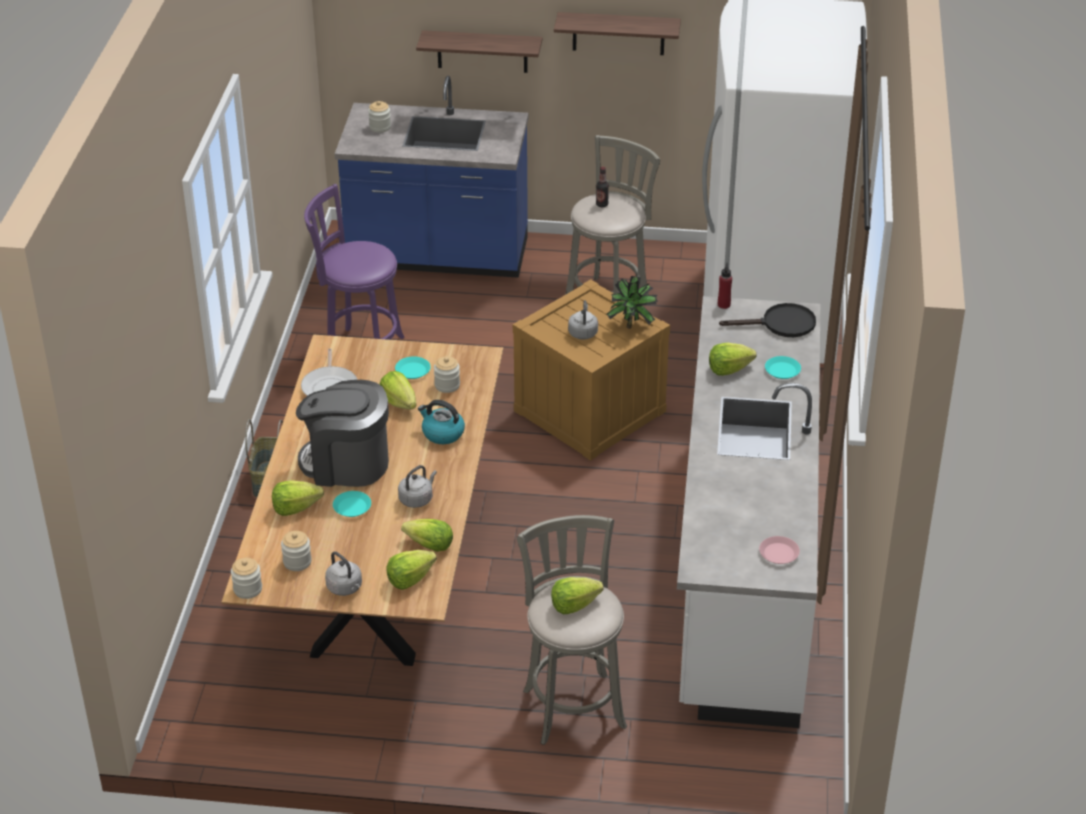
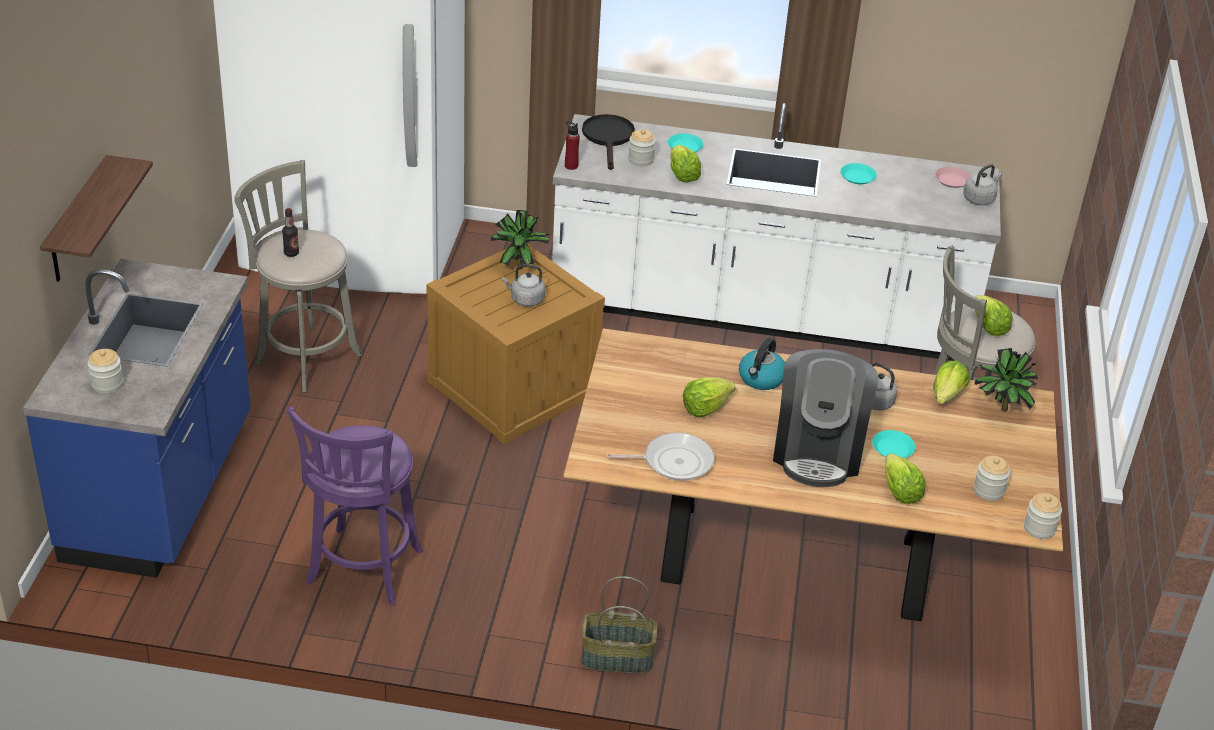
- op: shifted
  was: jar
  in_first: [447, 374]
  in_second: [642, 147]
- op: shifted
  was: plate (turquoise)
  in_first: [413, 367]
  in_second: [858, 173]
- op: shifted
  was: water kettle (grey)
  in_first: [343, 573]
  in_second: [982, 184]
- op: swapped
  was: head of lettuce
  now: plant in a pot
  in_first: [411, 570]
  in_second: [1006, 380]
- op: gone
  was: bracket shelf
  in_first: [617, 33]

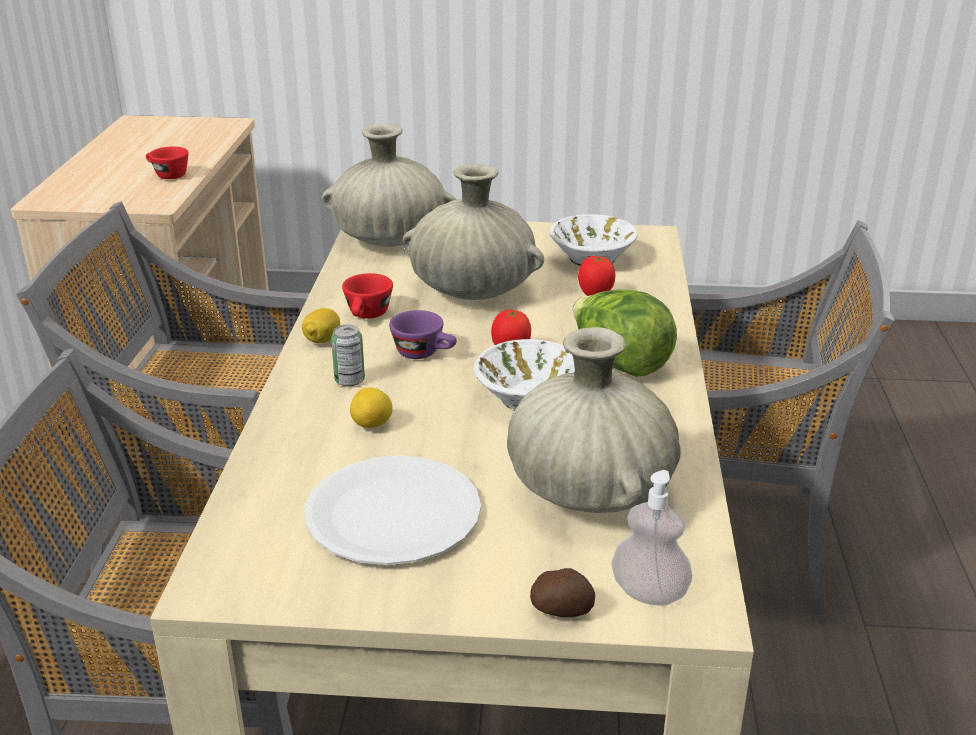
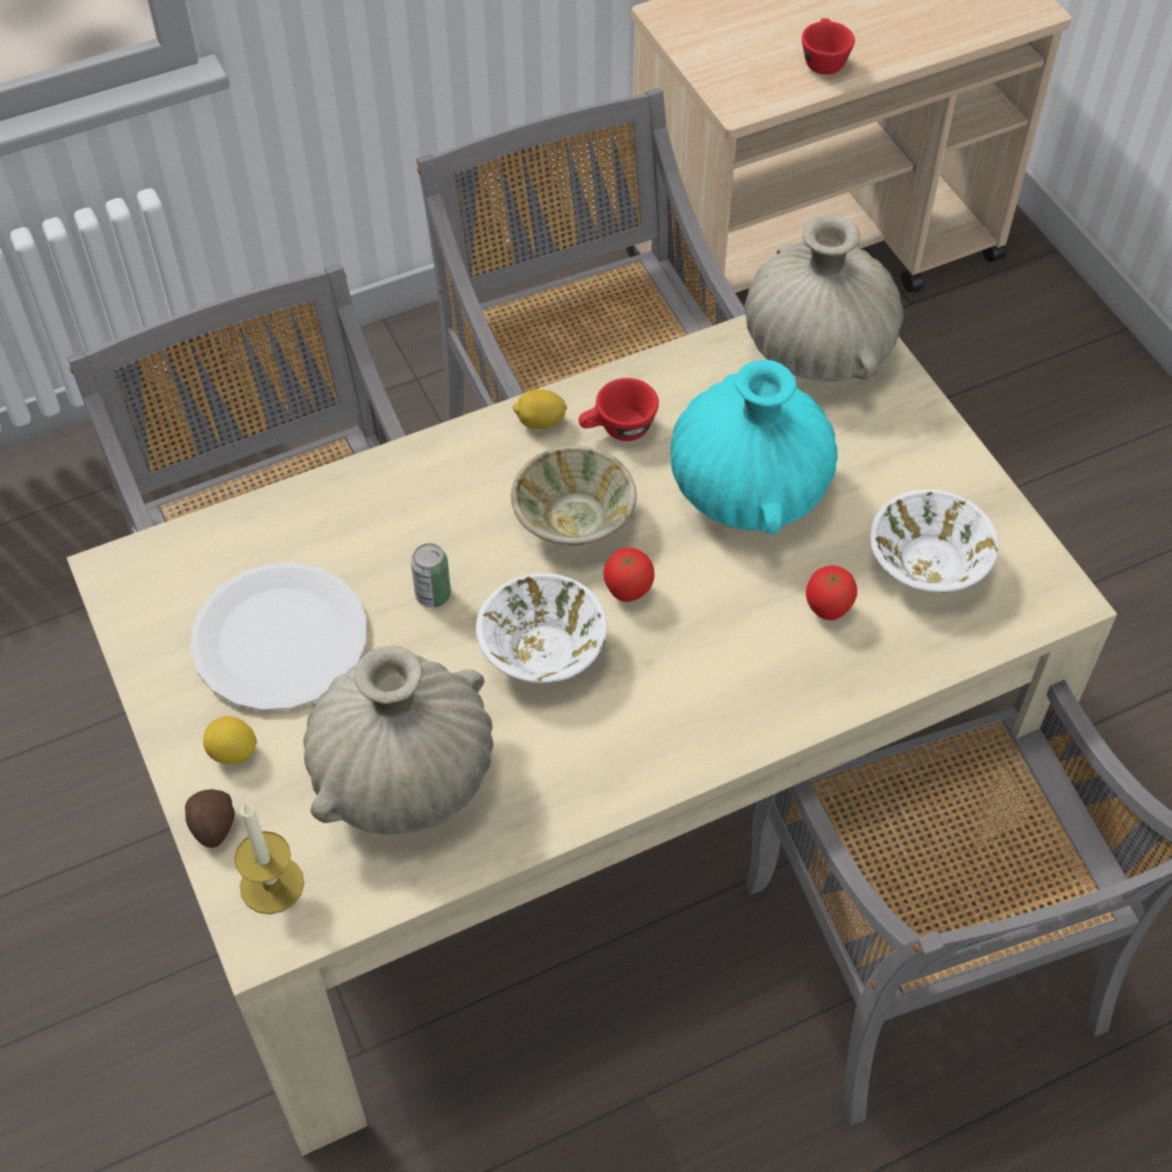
- op: shifted
  was: whole lemon
  in_first: [371, 407]
  in_second: [230, 740]
- op: swapped
  was: liquid soap bottle
  now: wax light
  in_first: [651, 538]
  in_second: [269, 858]
- op: shifted
  was: metal can
  in_first: [348, 355]
  in_second: [431, 575]
- op: swapped
  was: cup (purplish)
  now: deep dish (beige-coloured)
  in_first: [423, 334]
  in_second: [574, 495]
- op: repainted
  was: flower vase (beige-coloured)
  now: flower vase (turquoise)
  in_first: [473, 232]
  in_second: [754, 447]
- op: gone
  was: head of lettuce
  in_first: [625, 333]

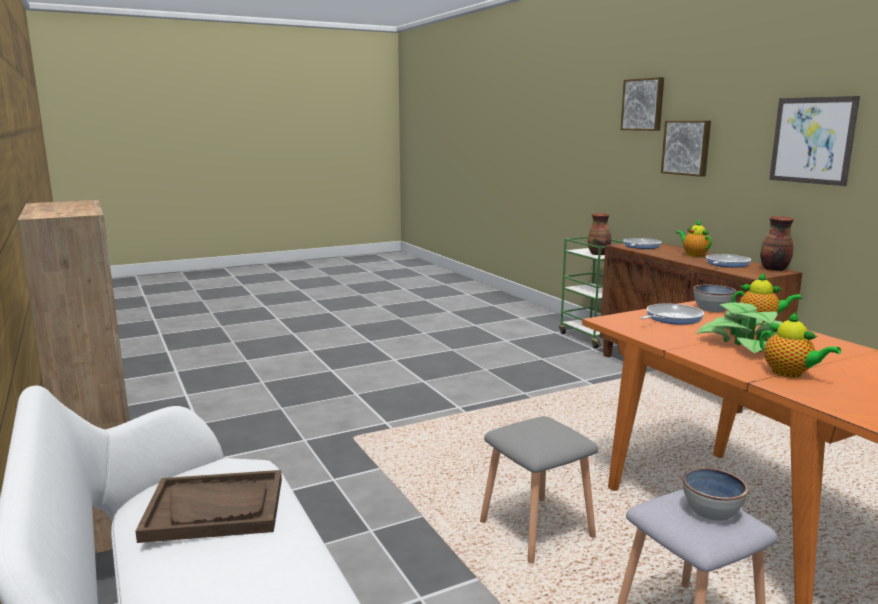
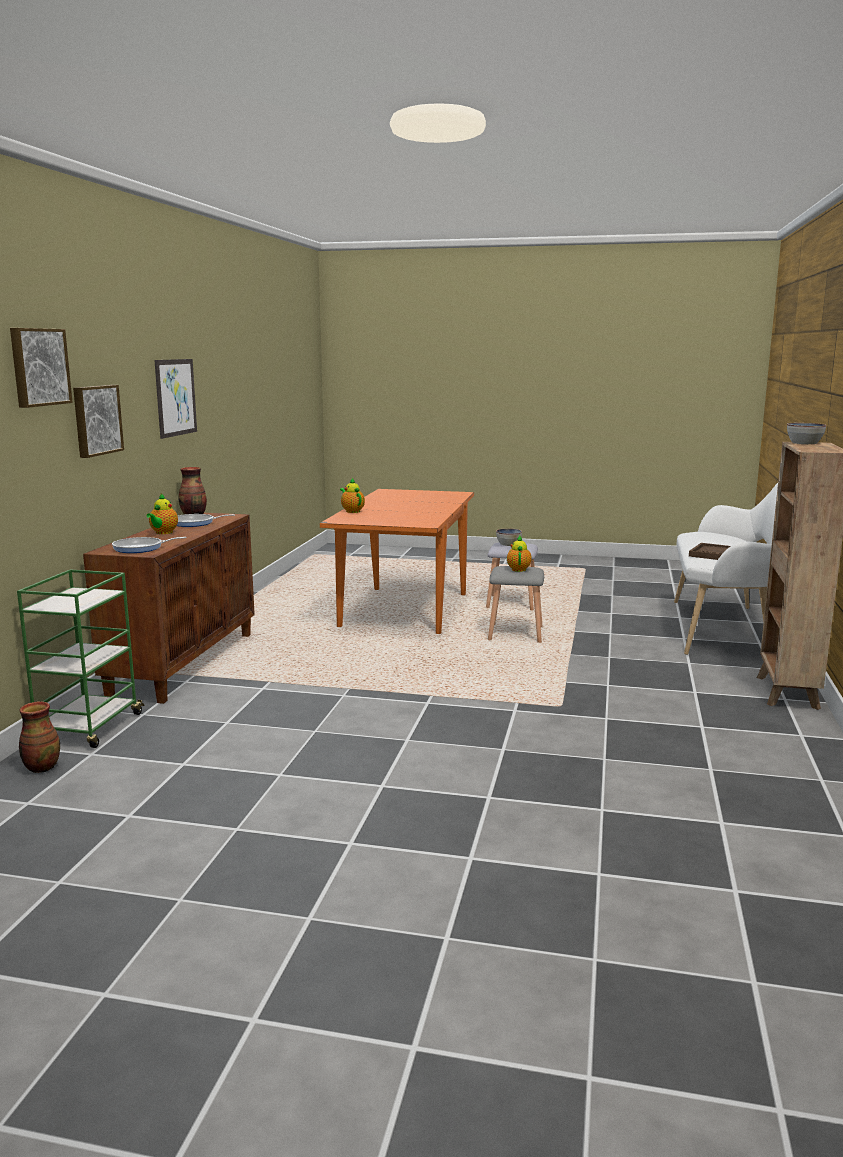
- op: shifted
  was: flower vase
  in_first: [599, 234]
  in_second: [39, 737]
- op: shifted
  was: tea pot
  in_first: [800, 345]
  in_second: [519, 554]
- op: shifted
  was: deep dish
  in_first: [714, 298]
  in_second: [806, 433]
- op: gone
  was: frying pan
  in_first: [672, 314]
- op: gone
  was: plant in a pot
  in_first: [739, 328]

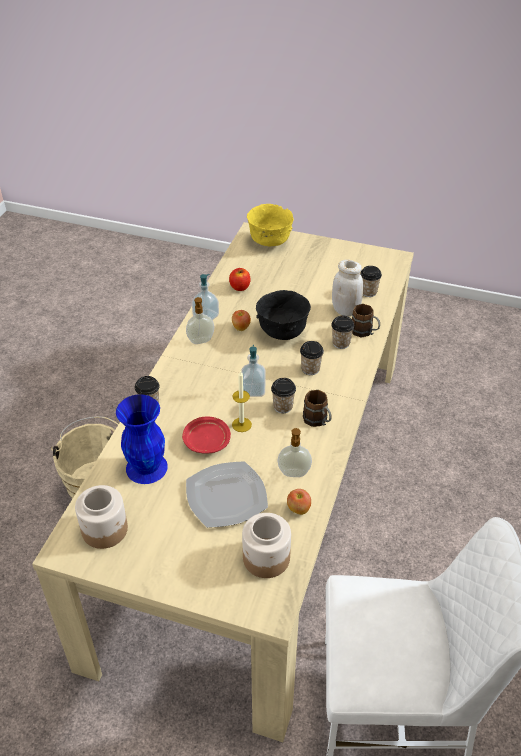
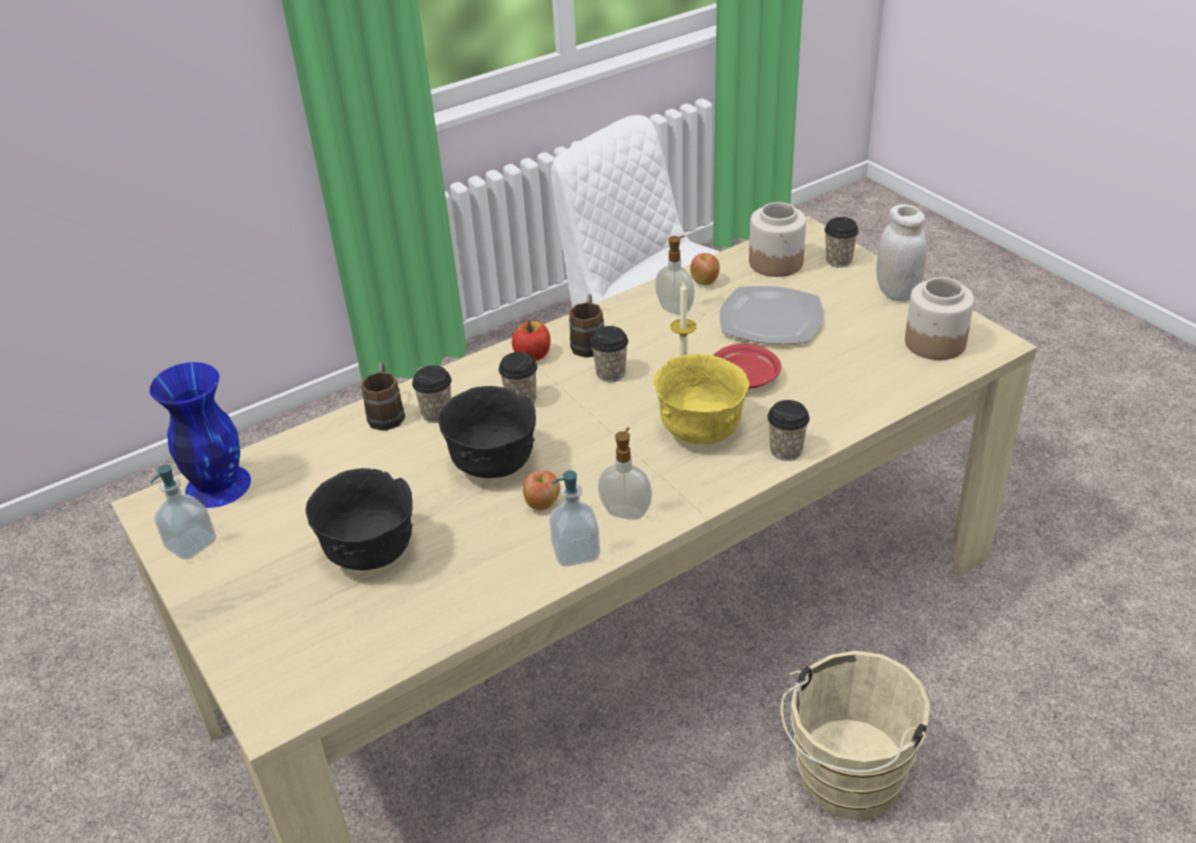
- op: shifted
  was: flower vase (blue-coloured)
  in_first: [142, 439]
  in_second: [200, 435]
- op: shifted
  was: liquid soap bottle
  in_first: [253, 371]
  in_second: [183, 512]
- op: new
  now: deep dish (black-coloured)
  in_second: [359, 519]
- op: shifted
  was: apple
  in_first: [239, 279]
  in_second: [531, 341]
- op: shifted
  was: deep dish (yellow-coloured)
  in_first: [270, 225]
  in_second: [701, 399]
- op: shifted
  was: cup
  in_first: [371, 281]
  in_second: [841, 242]
- op: shifted
  was: jar (white)
  in_first: [347, 288]
  in_second: [901, 252]

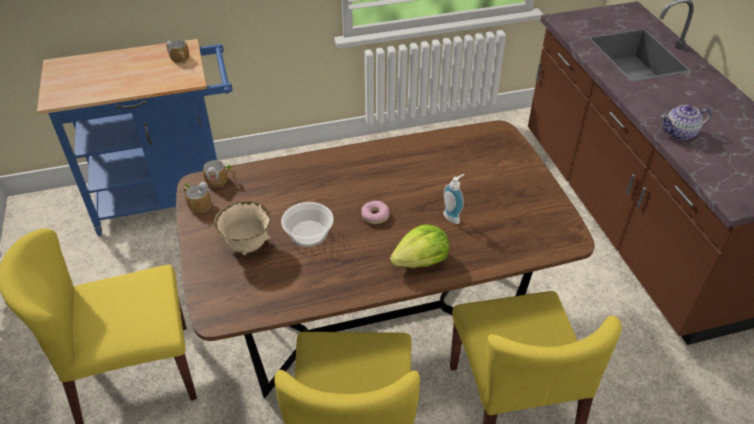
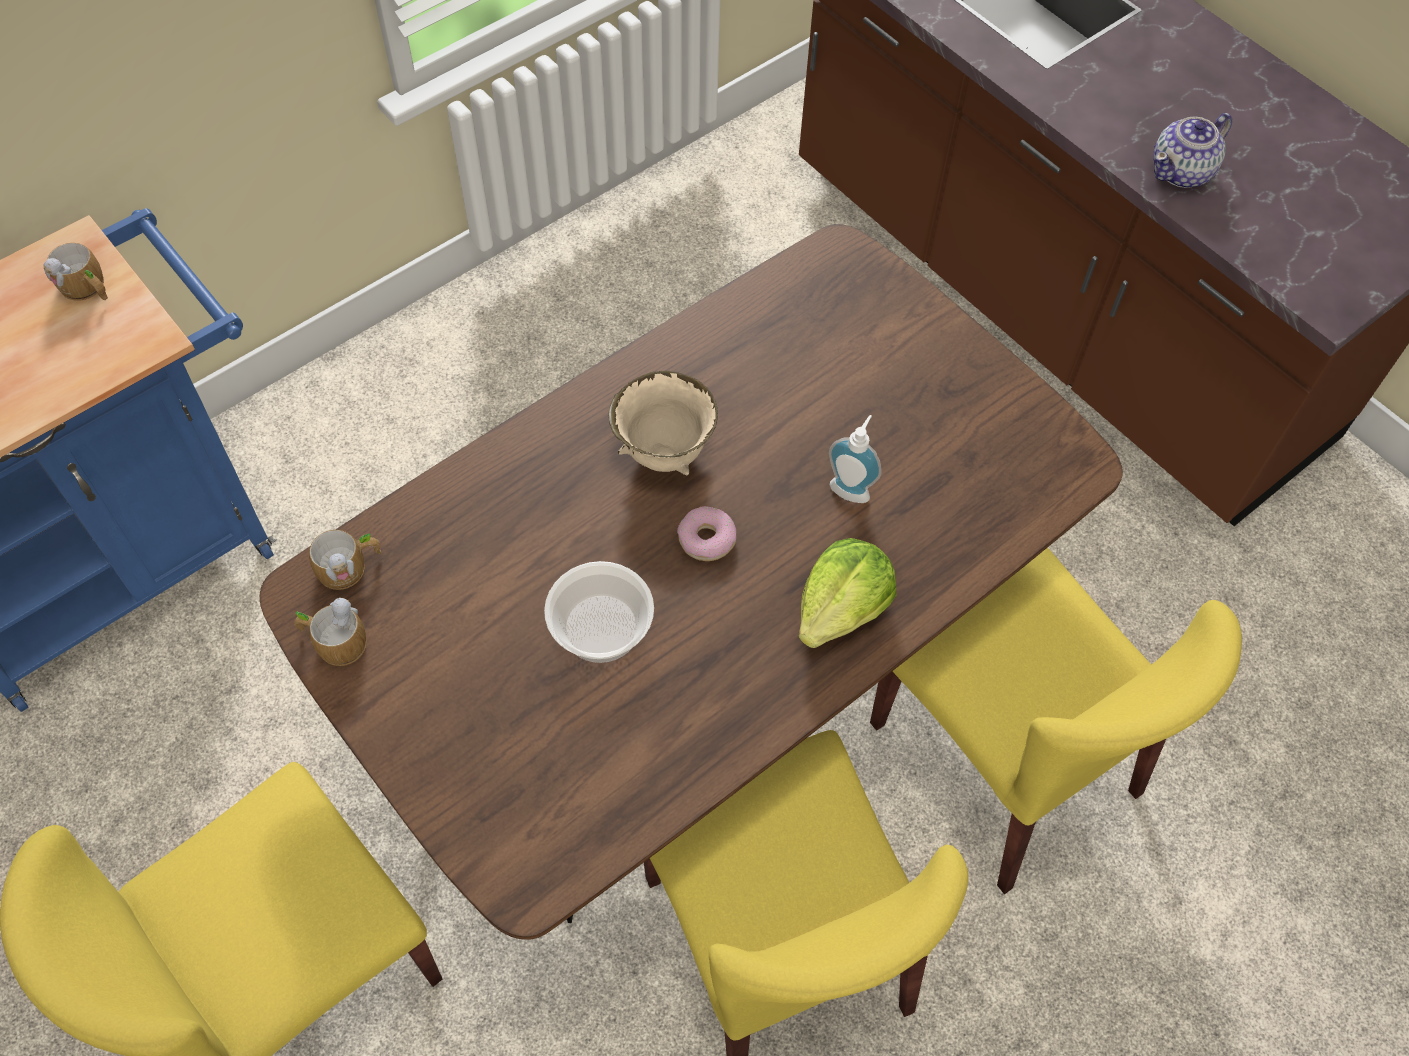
- op: shifted
  was: deep dish (beige-coloured)
  in_first: [242, 228]
  in_second: [663, 423]

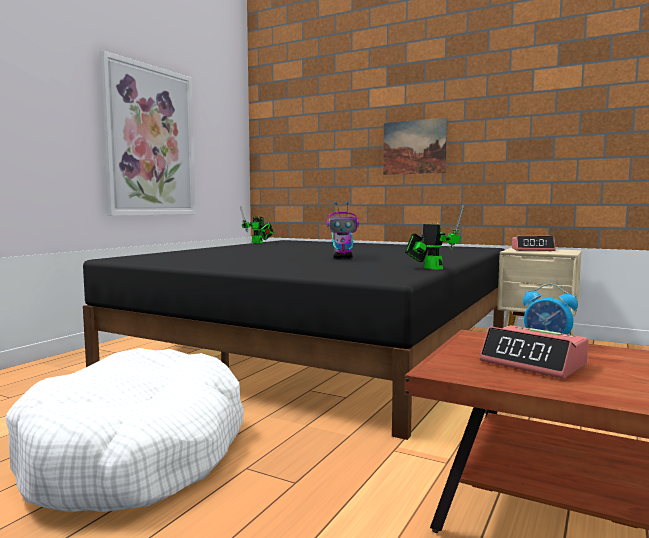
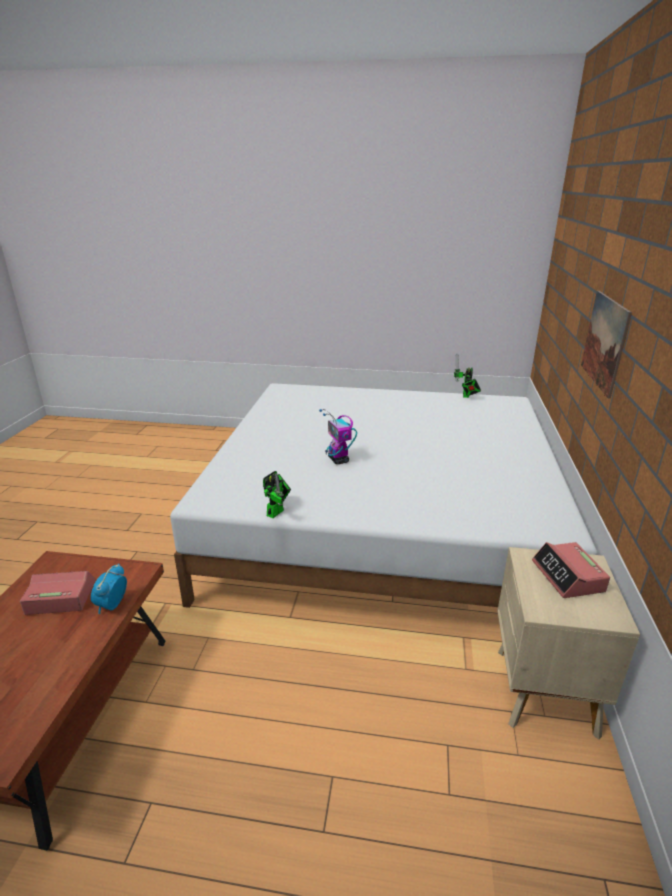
- op: rotated
  was: alarm clock
  in_first: [533, 352]
  in_second: [57, 593]
  clockwise: 60
- op: repainted
  was: bedroom bed (black-coloured)
  now: bedroom bed (white)
  in_first: [294, 340]
  in_second: [383, 495]
- op: gone
  was: pet bed (white)
  in_first: [125, 430]
- op: gone
  was: wall picture
  in_first: [147, 133]

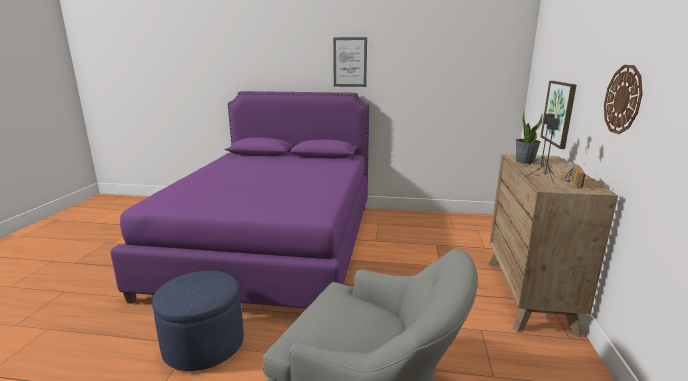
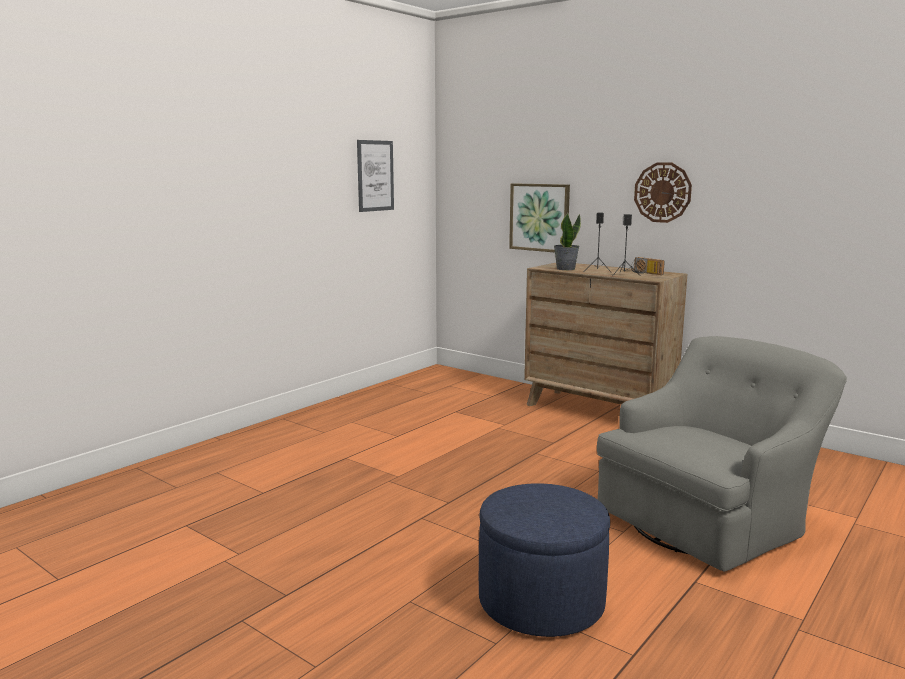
- op: shifted
  was: wall picture
  in_first: [350, 62]
  in_second: [375, 176]
- op: gone
  was: bedroom bed (purplish)
  in_first: [239, 200]

